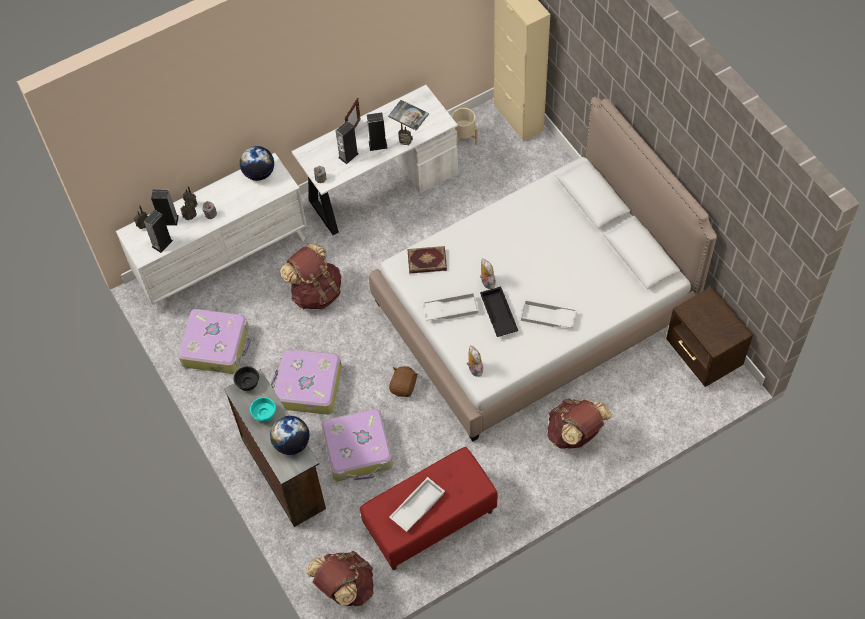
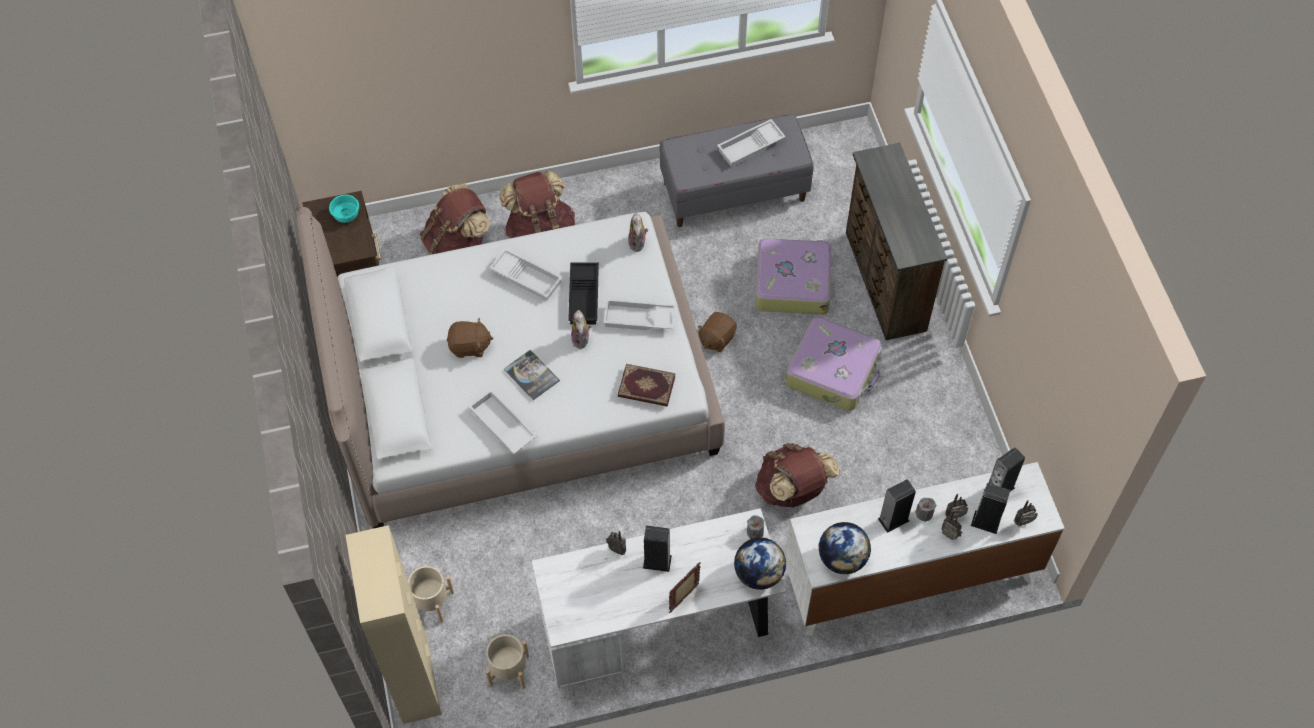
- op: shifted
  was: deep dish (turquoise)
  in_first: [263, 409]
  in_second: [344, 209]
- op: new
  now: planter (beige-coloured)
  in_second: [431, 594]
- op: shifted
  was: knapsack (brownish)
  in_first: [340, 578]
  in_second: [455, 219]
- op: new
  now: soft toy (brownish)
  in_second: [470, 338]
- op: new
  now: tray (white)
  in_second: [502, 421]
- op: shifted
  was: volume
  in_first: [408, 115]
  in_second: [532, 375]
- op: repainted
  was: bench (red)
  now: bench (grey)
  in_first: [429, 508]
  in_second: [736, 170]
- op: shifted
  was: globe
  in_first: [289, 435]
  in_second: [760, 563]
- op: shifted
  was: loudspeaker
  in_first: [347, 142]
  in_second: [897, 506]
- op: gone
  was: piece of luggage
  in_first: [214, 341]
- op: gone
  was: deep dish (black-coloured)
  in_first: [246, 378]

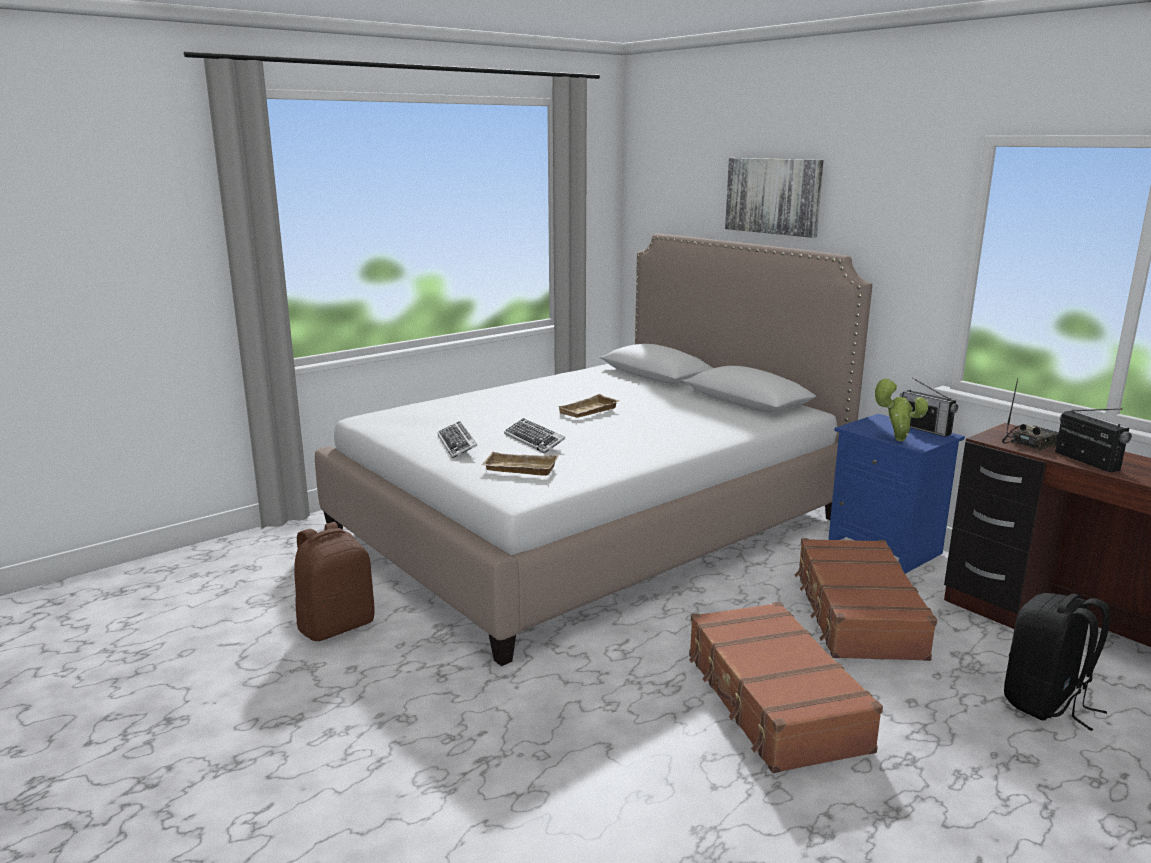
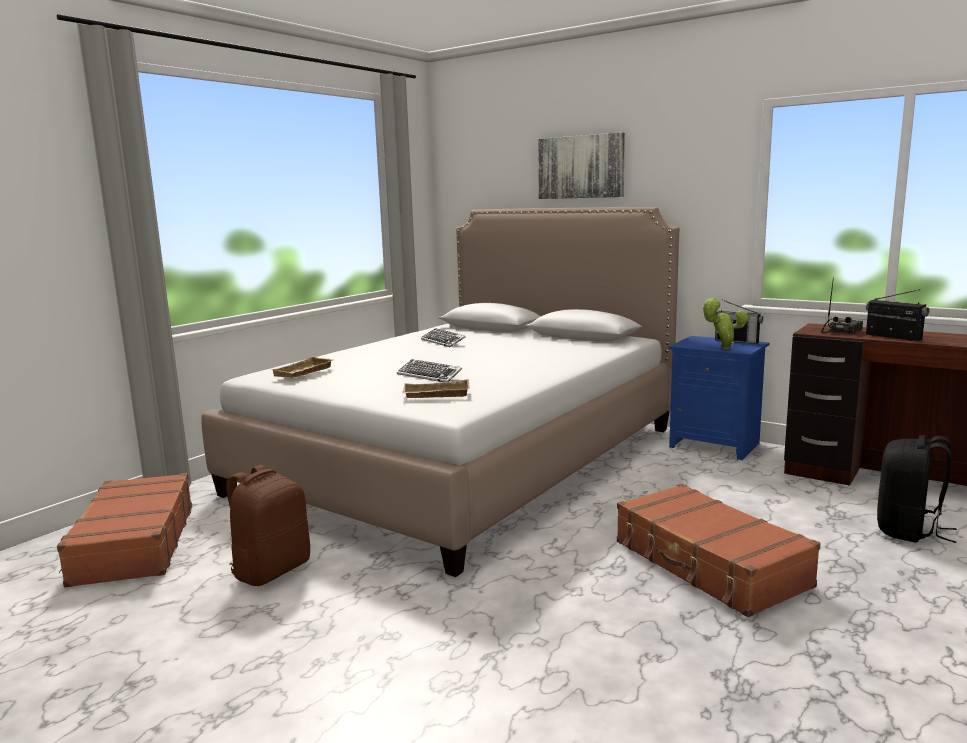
- op: shifted
  was: piece of luggage (brownish)
  in_first: [866, 599]
  in_second: [124, 530]
- op: shifted
  was: tray (beige-coloured)
  in_first: [588, 406]
  in_second: [302, 367]
- op: shifted
  was: PC keyboard
  in_first: [457, 439]
  in_second: [443, 337]

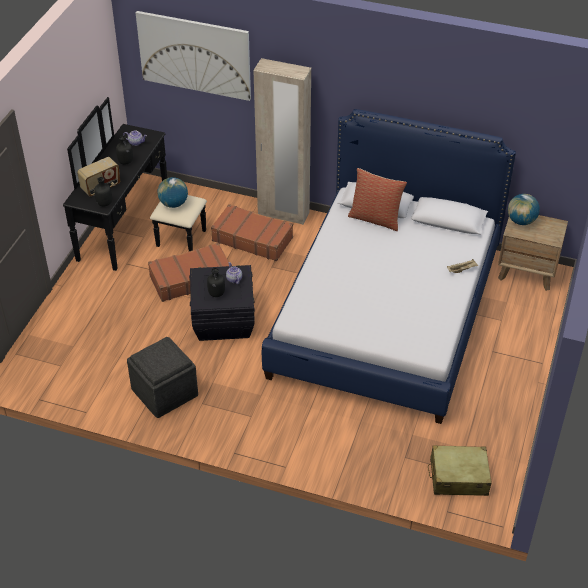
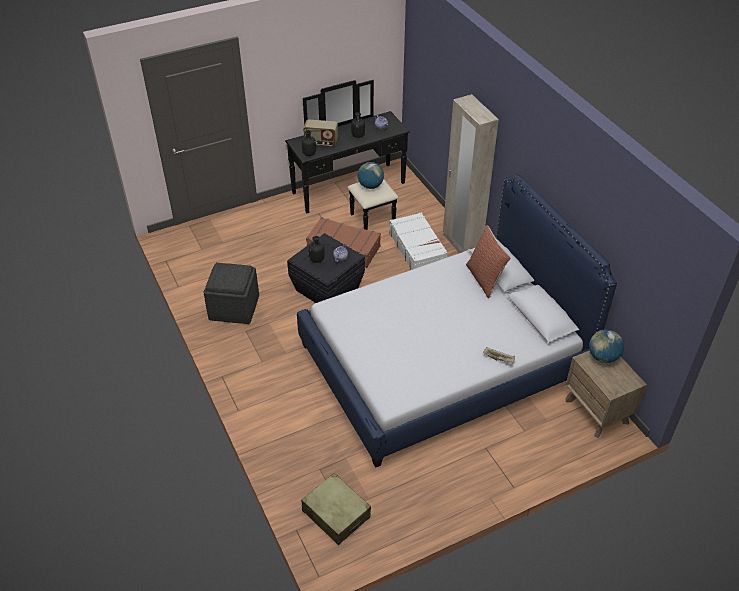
- op: repainted
  was: piece of luggage (brownish)
  now: piece of luggage (white)
  in_first: [252, 232]
  in_second: [418, 241]
- op: gone
  was: wall picture
  in_first: [193, 56]

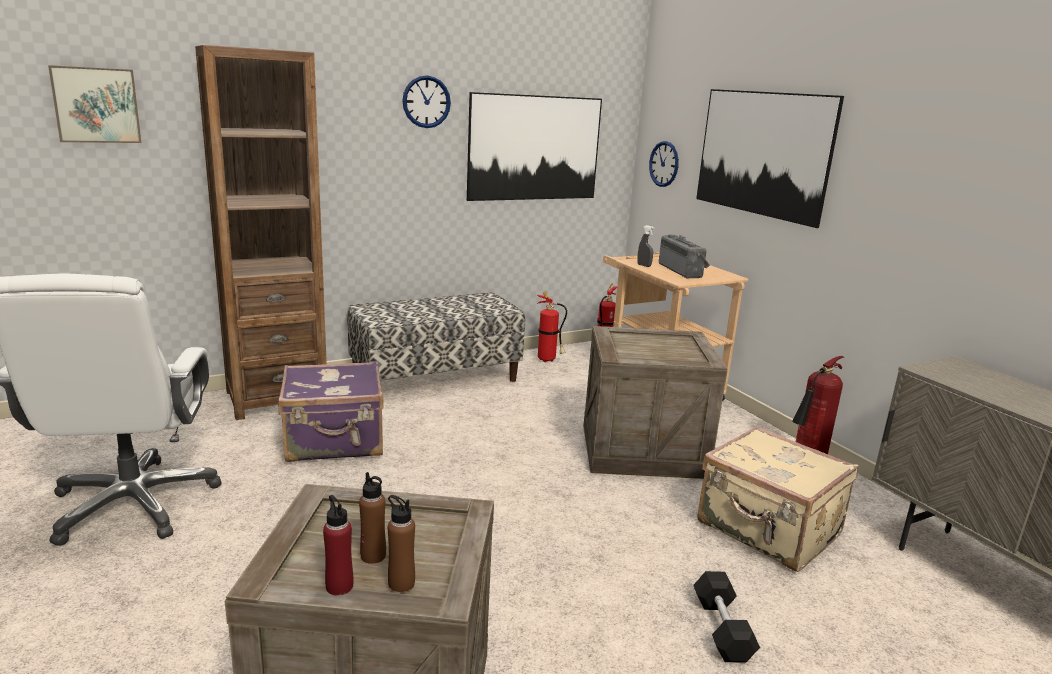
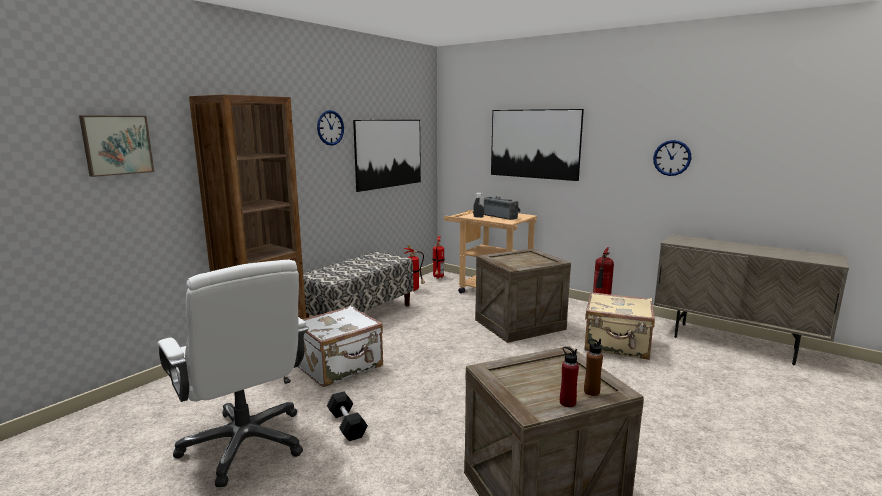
- op: repainted
  was: piece of luggage (purplish)
  now: piece of luggage (white)
  in_first: [331, 411]
  in_second: [340, 346]
- op: shifted
  was: free weight (black-coloured)
  in_first: [726, 617]
  in_second: [347, 416]
- op: shifted
  was: clock on the wall
  in_first: [664, 164]
  in_second: [672, 158]
- op: gone
  was: drink bottle (brownish)
  in_first: [372, 518]

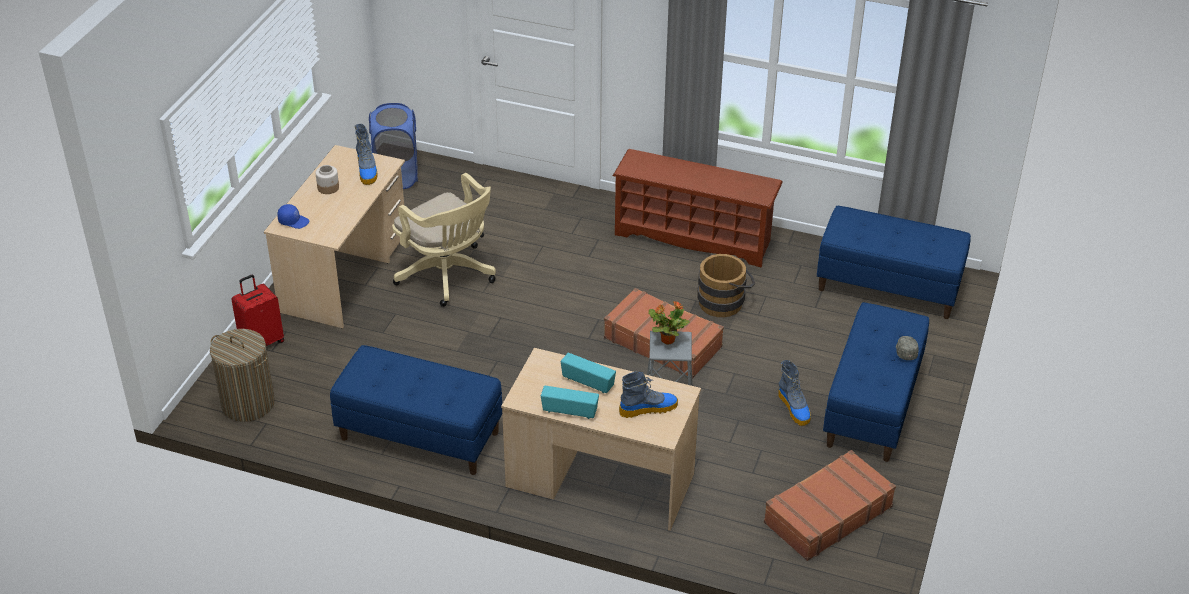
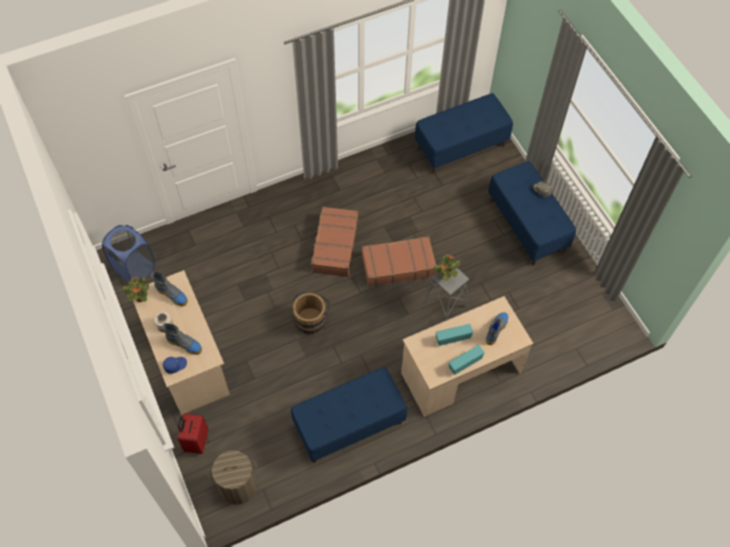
- op: new
  now: plant in a pot
  in_second: [136, 289]
- op: shifted
  was: tall boot
  in_first: [794, 393]
  in_second: [182, 339]
- op: shifted
  was: water bucket (brownish)
  in_first: [726, 285]
  in_second: [311, 313]
- op: shifted
  was: piece of luggage (brownish)
  in_first: [830, 505]
  in_second: [334, 241]
- op: gone
  was: computer chair (beige-coloured)
  in_first: [444, 240]
- op: gone
  was: shoe stand (brownish)
  in_first: [698, 208]

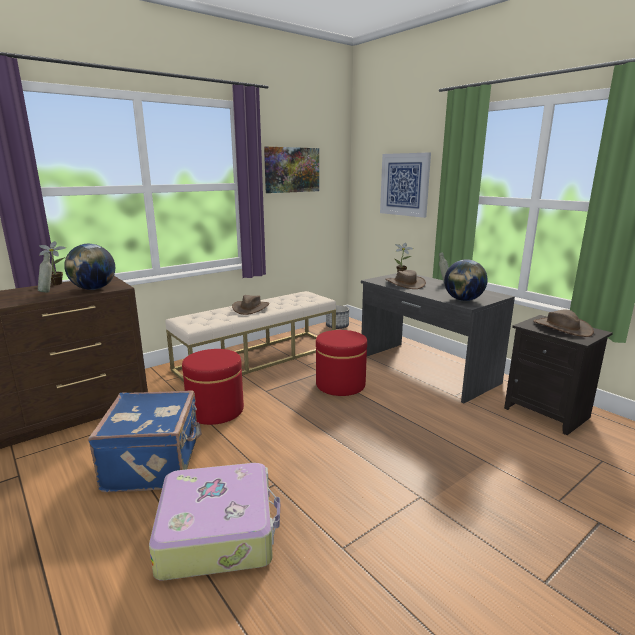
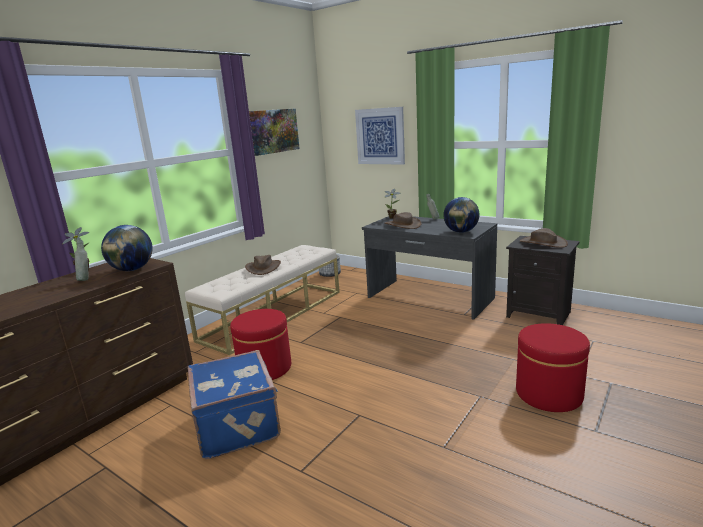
- op: shifted
  was: pouffe (red)
  in_first: [341, 363]
  in_second: [553, 367]
- op: gone
  was: piece of luggage
  in_first: [214, 522]

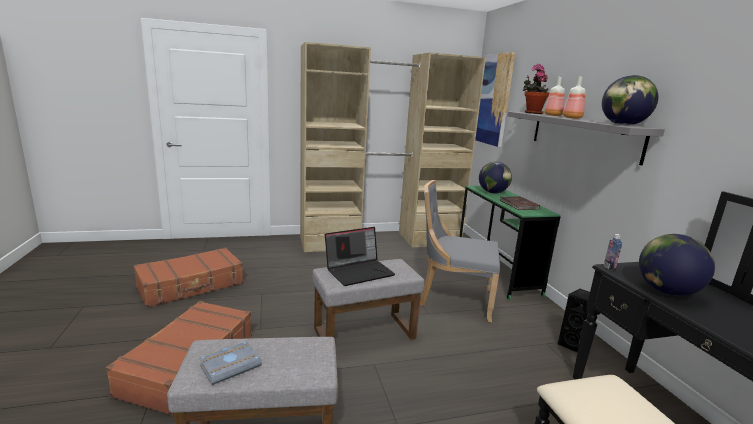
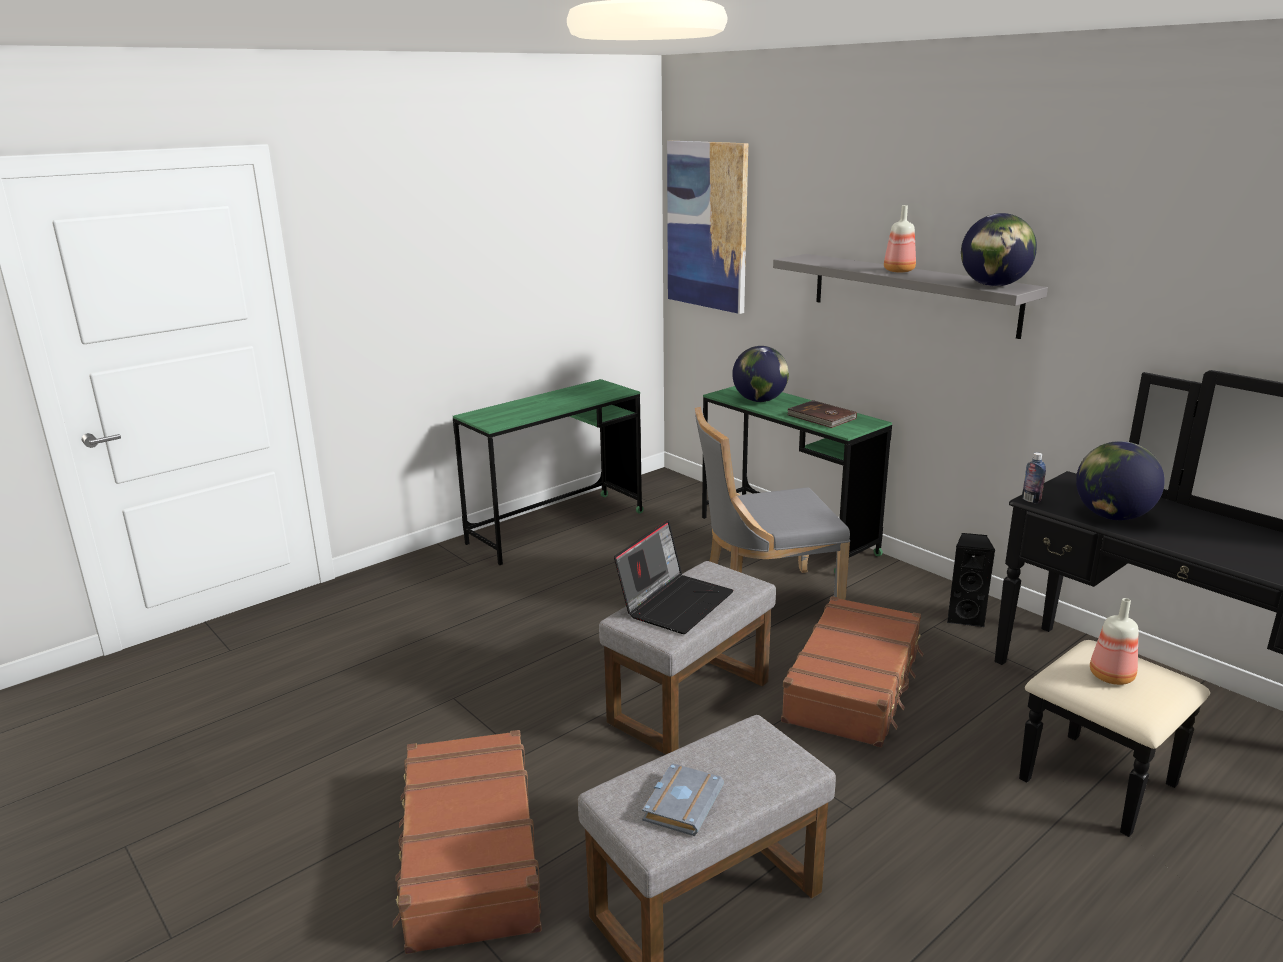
- op: swapped
  was: armoire (beige-coloured)
  now: desk unit (green-coloured)
  in_first: [393, 147]
  in_second: [548, 472]
- op: shifted
  was: piece of luggage (brownish)
  in_first: [188, 277]
  in_second: [852, 671]
- op: shifted
  was: drink bottle
  in_first: [554, 96]
  in_second: [1114, 641]
- op: gone
  was: plant in a pot
  in_first: [536, 89]

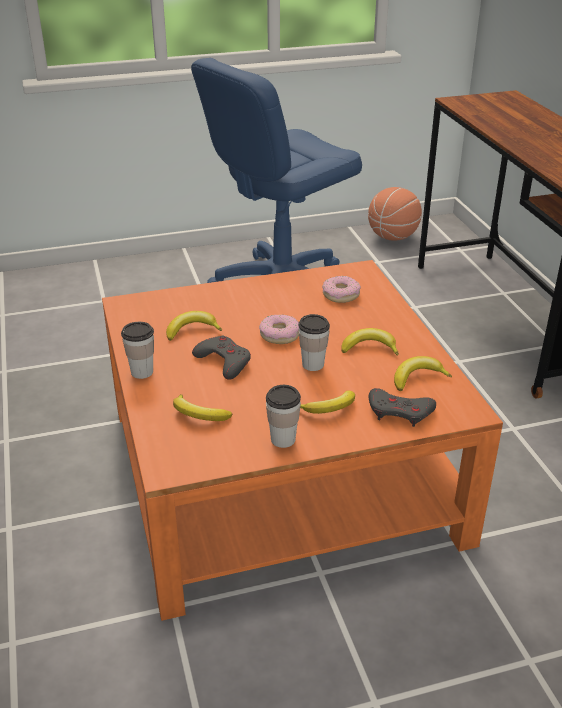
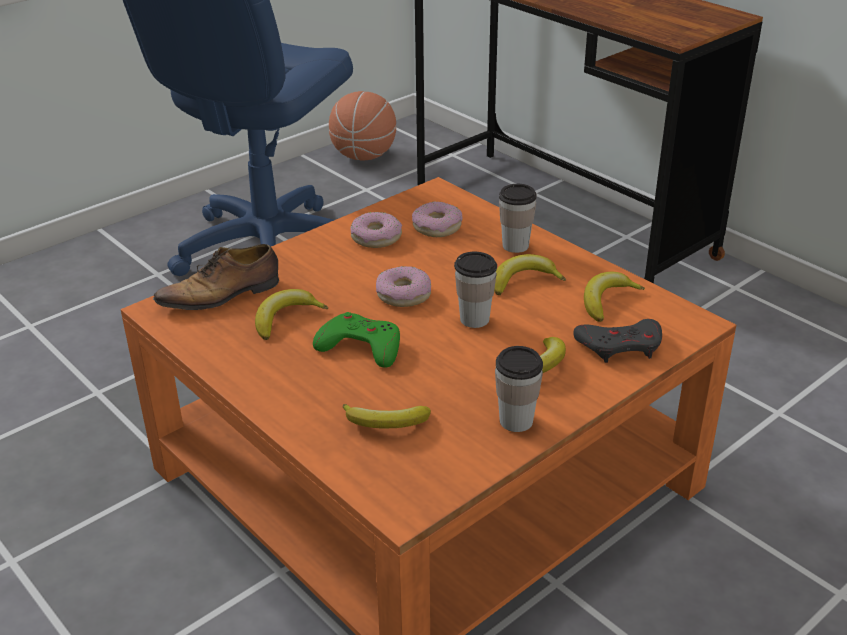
- op: new
  now: low shoe
  in_second: [216, 277]
- op: repainted
  was: game controller (grey)
  now: game controller (green-coloured)
  in_first: [221, 357]
  in_second: [356, 340]
- op: new
  now: doughnut
  in_second: [376, 230]
- op: shifted
  was: cup
  in_first: [137, 350]
  in_second: [518, 218]

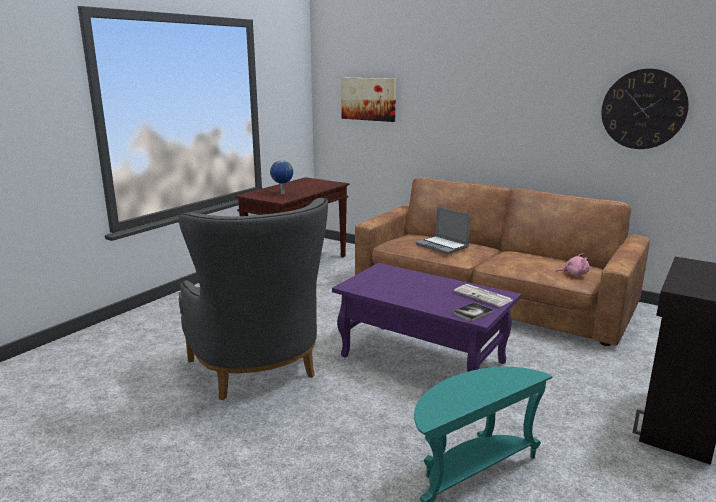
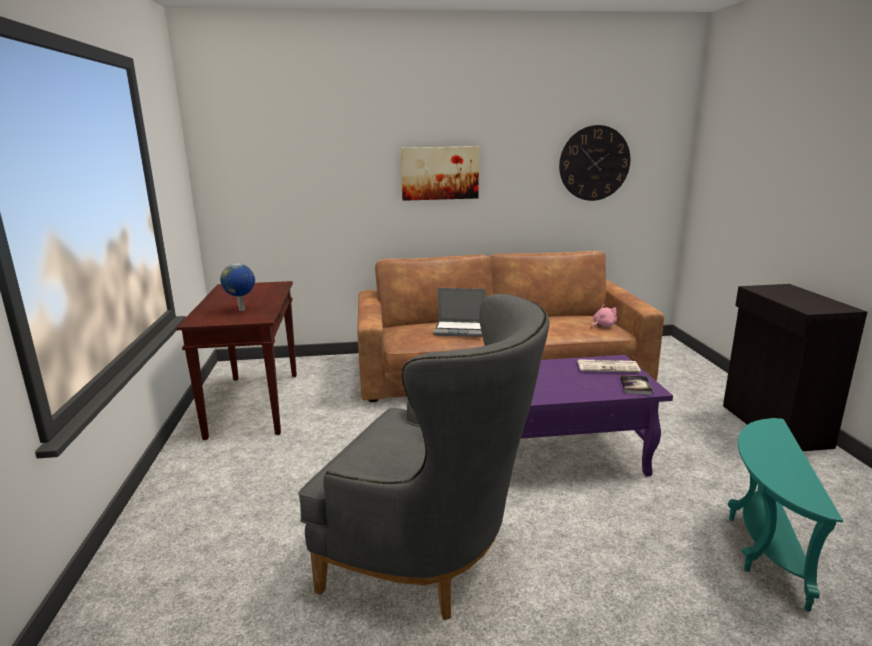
- op: shifted
  was: wall picture
  in_first: [368, 100]
  in_second: [440, 173]

